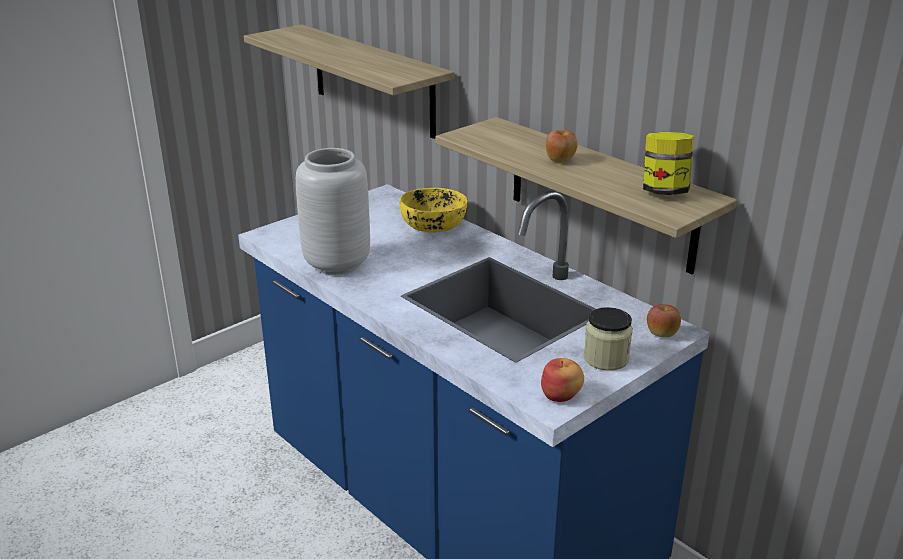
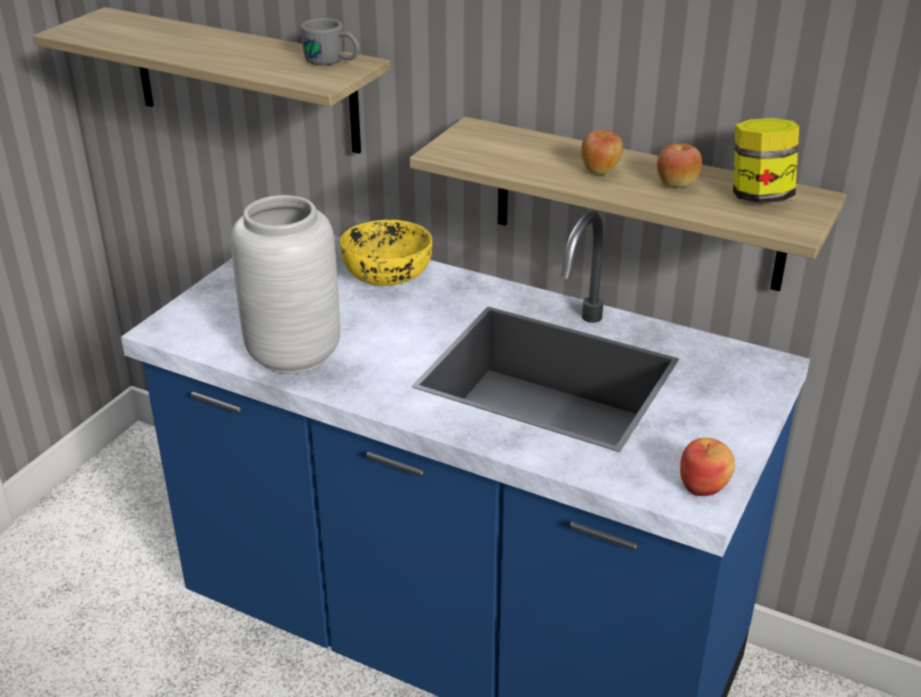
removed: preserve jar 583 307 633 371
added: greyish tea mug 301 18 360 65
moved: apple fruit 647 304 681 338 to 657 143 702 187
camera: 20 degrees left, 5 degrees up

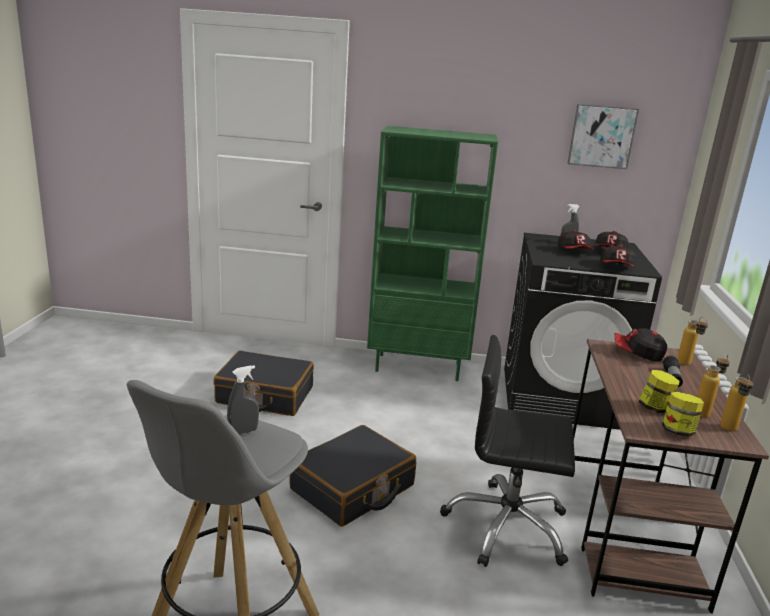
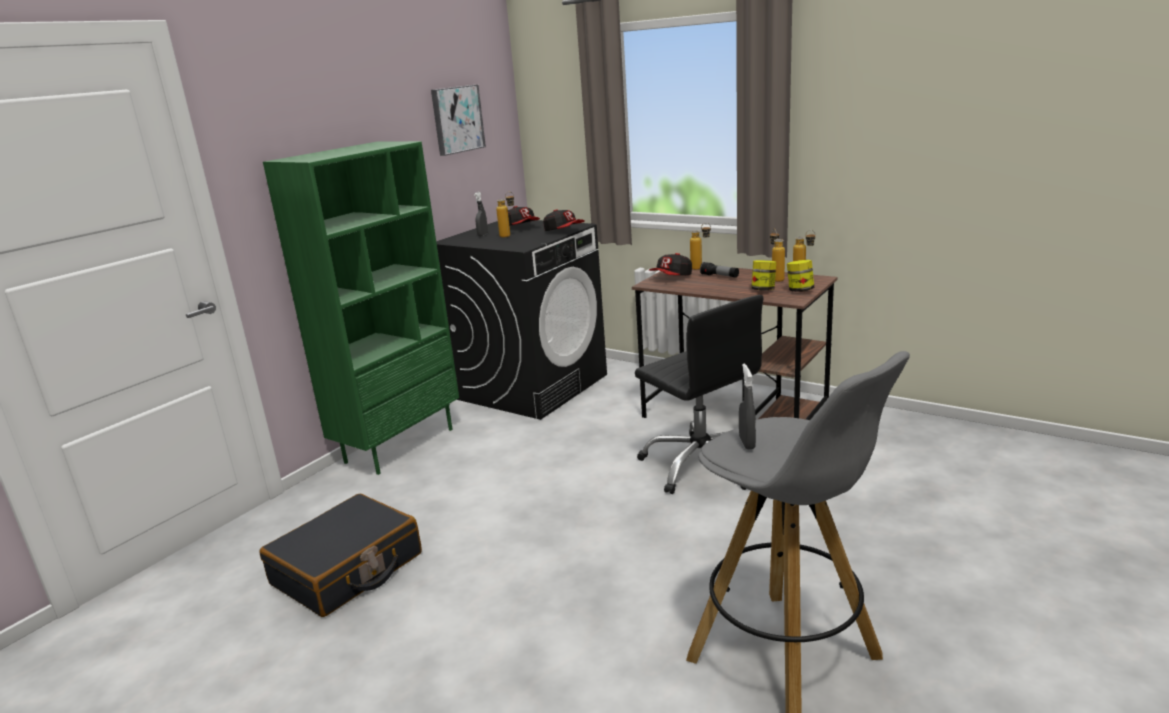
removed: black piece of luggage 289 425 416 527
replaced: baseball cap 558 230 594 250 to bottle 496 192 514 238
turned: black office chair 440 335 575 567 = 635 295 763 494 75 degrees counterclockwise
camera: 60 degrees left, 0 degrees up

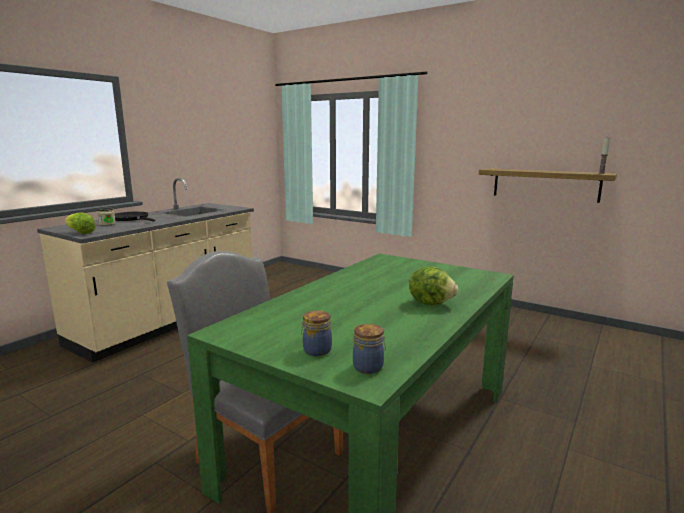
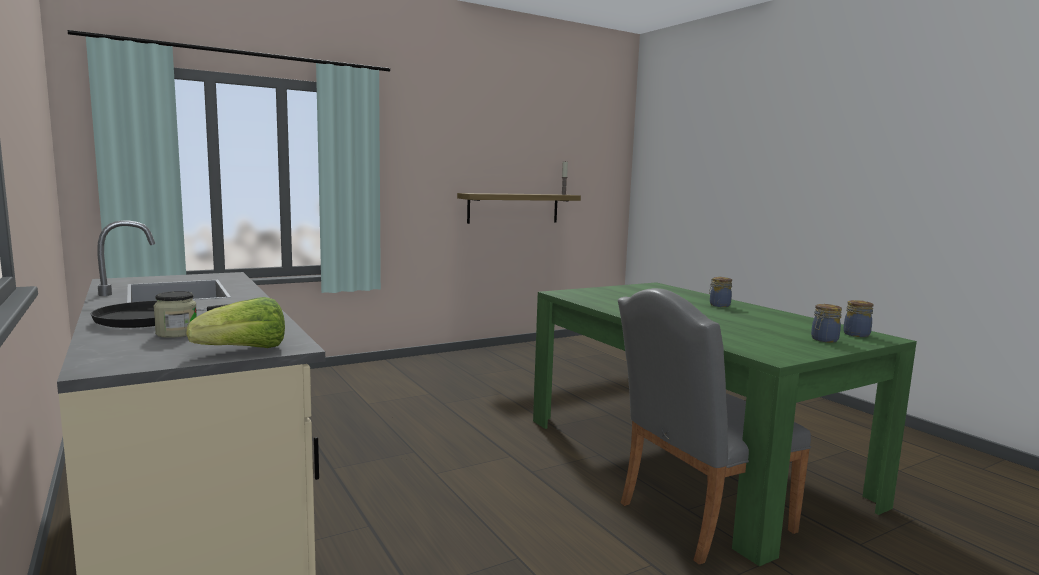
replaced: lettuce head 409 266 458 305 to preserve jar 709 277 732 307
camera: 65 degrees left, 5 degrees down

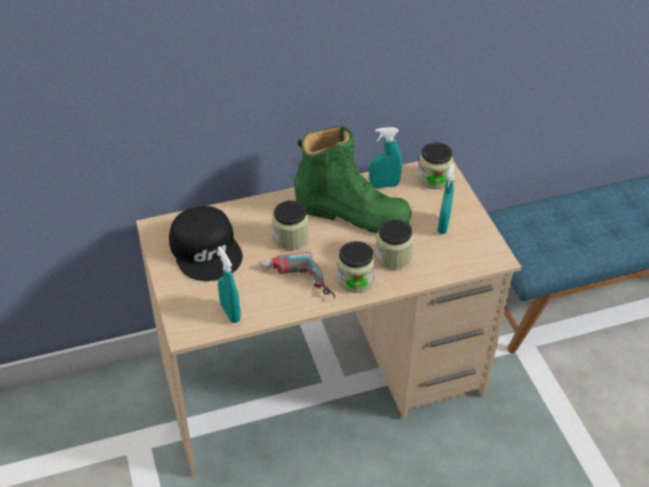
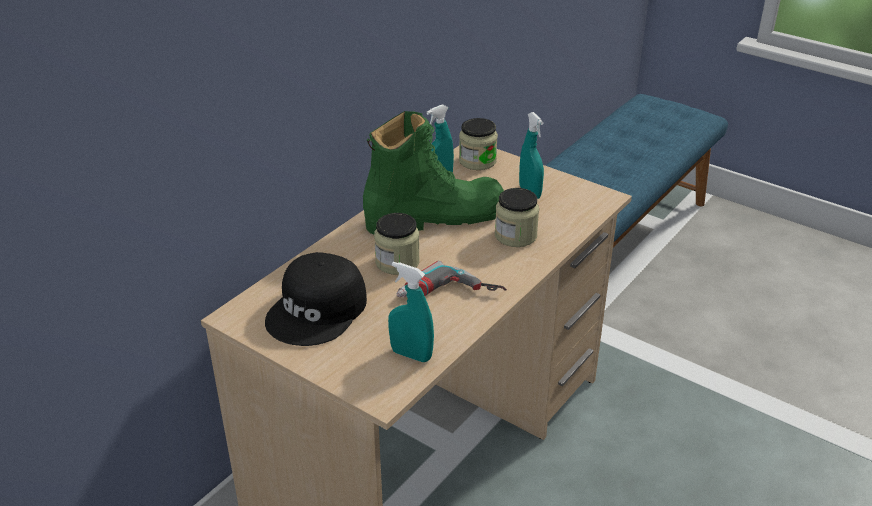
removed: preserve jar 337 241 375 293
turned: black baseball cap 169 206 243 281 = 265 252 367 346 90 degrees clockwise
camera: 35 degrees left, 10 degrees down

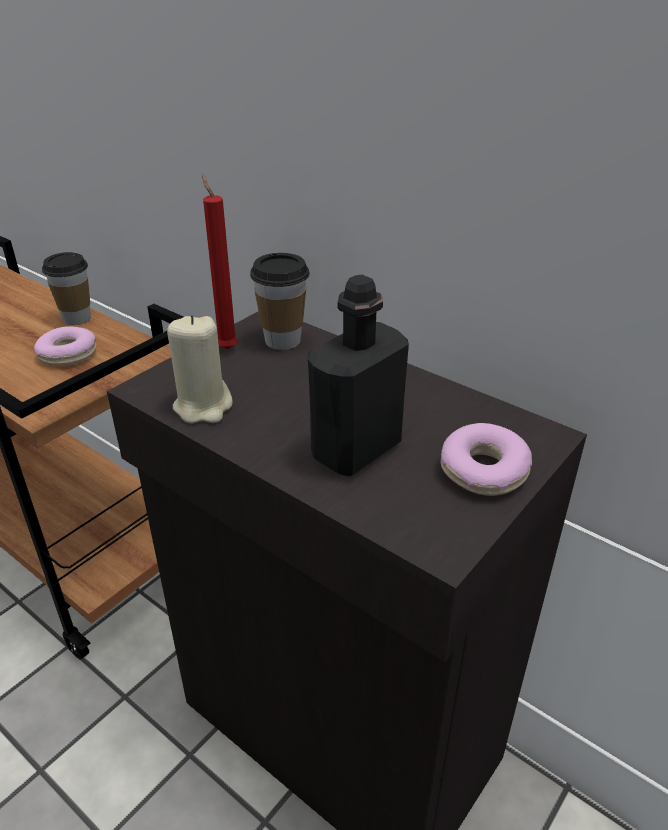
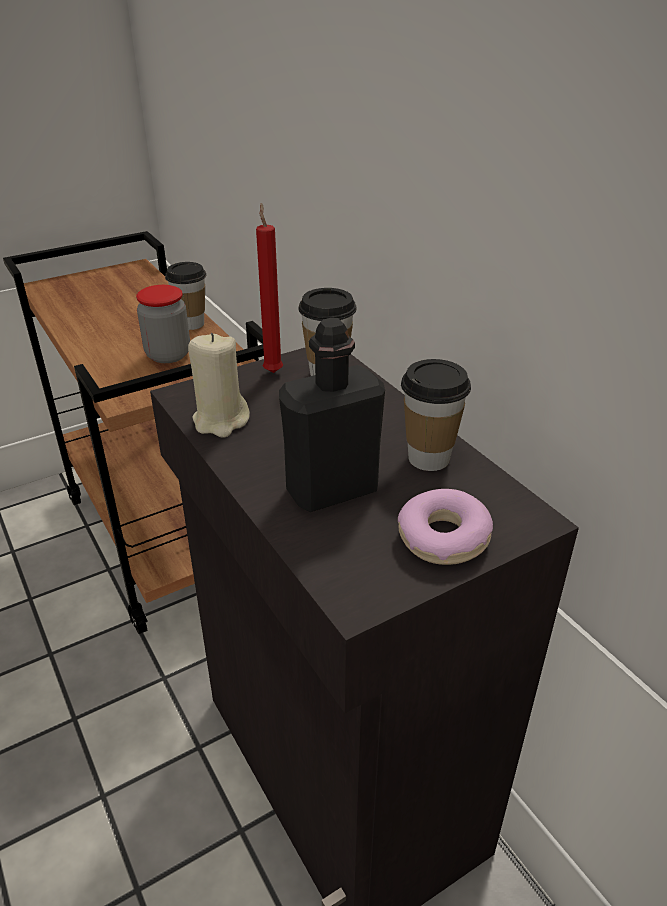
added: drinking cup 401 359 471 471
replaced: donut 34 326 96 366 to preserve jar 136 285 190 363
camera: 20 degrees right, 0 degrees up

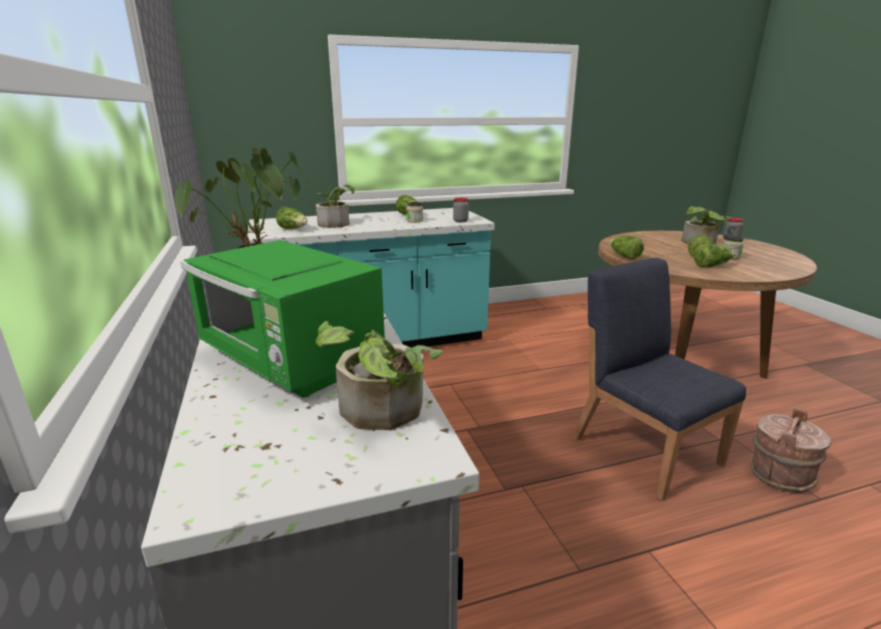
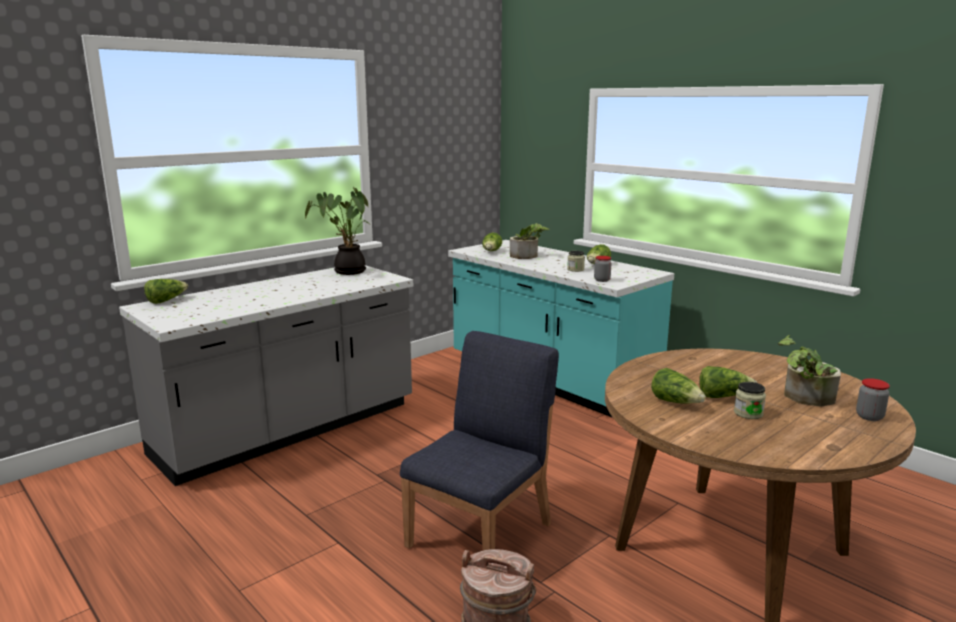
removed: greenish kitchen microwave 181 240 385 398; plant in a pot 316 321 442 430
moved: lettuce head 609 236 644 260 to 144 279 188 304
camera: 65 degrees right, 5 degrees down

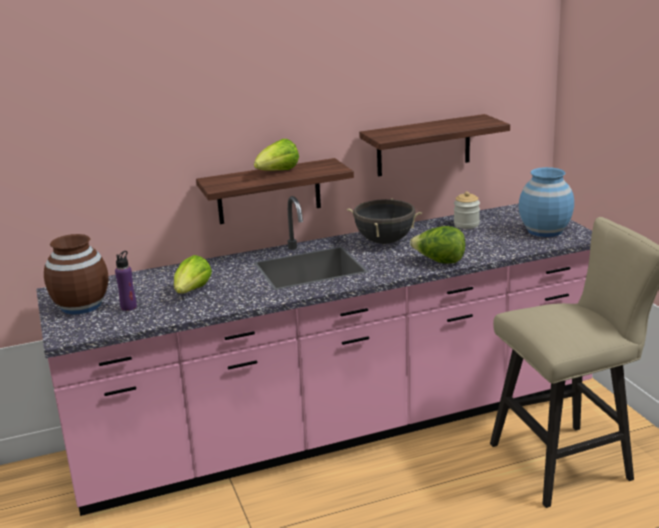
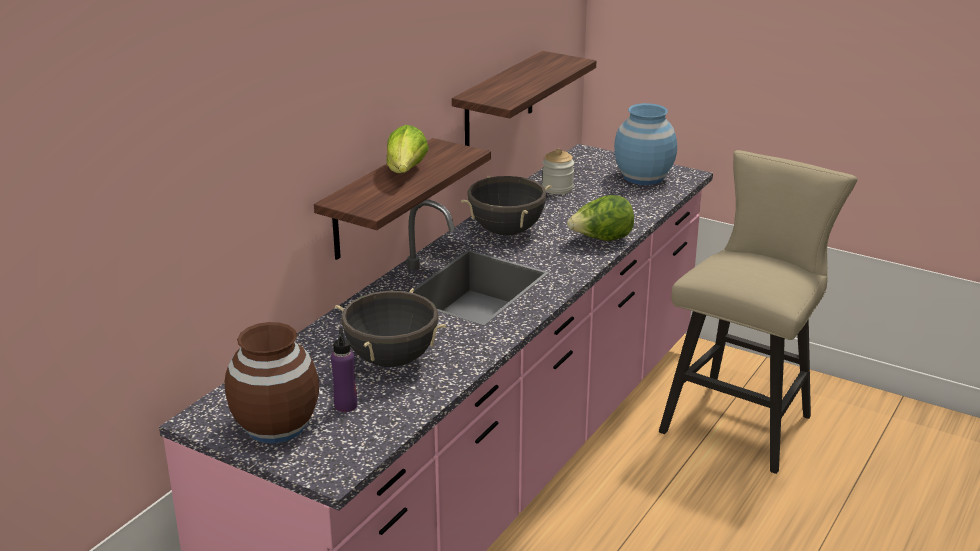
replaced: lettuce head 174 255 212 294 to black saucepot 335 288 447 367
camera: 40 degrees left, 5 degrees up

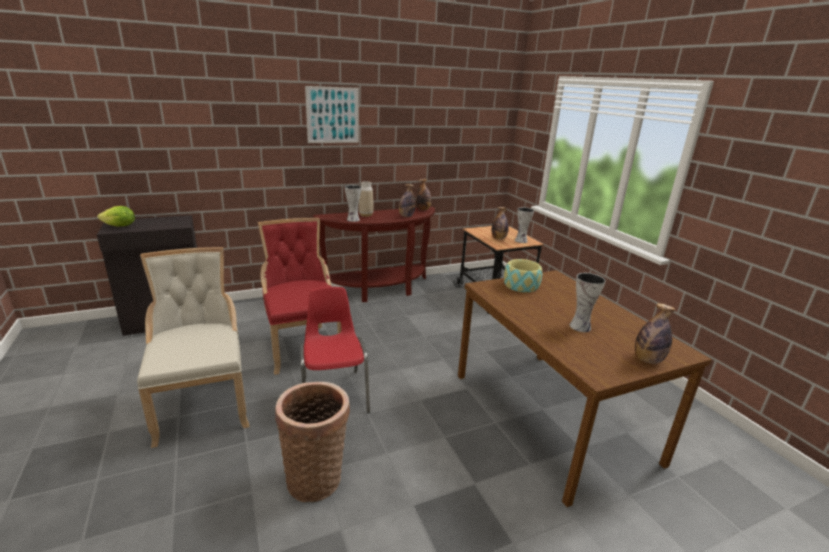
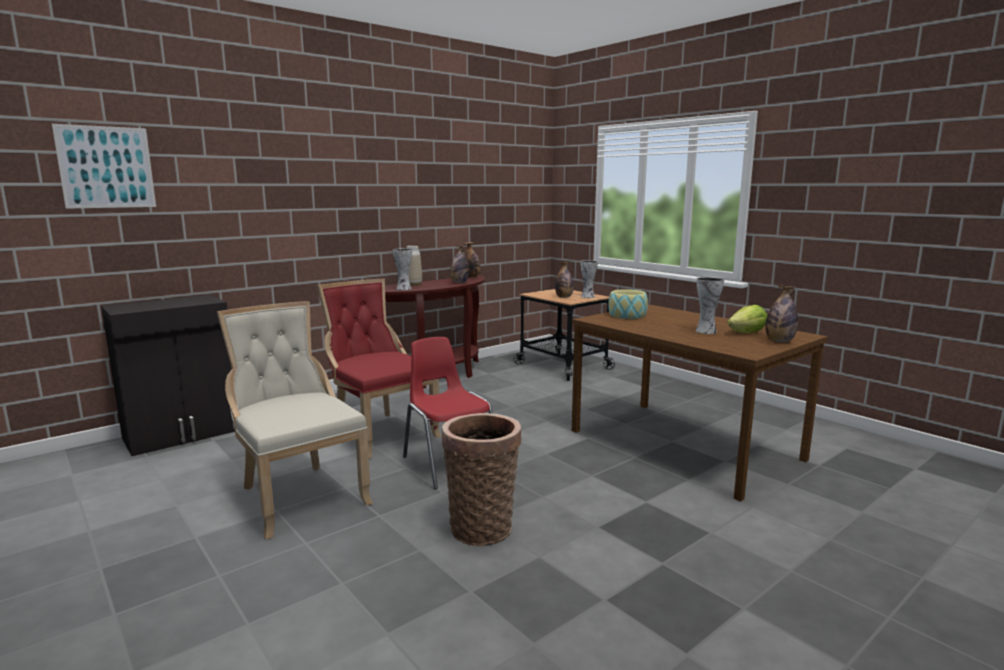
moved: lettuce head 97 206 135 227 to 727 305 767 333; wall art 305 86 359 143 to 52 124 156 209
camera: 15 degrees left, 10 degrees down

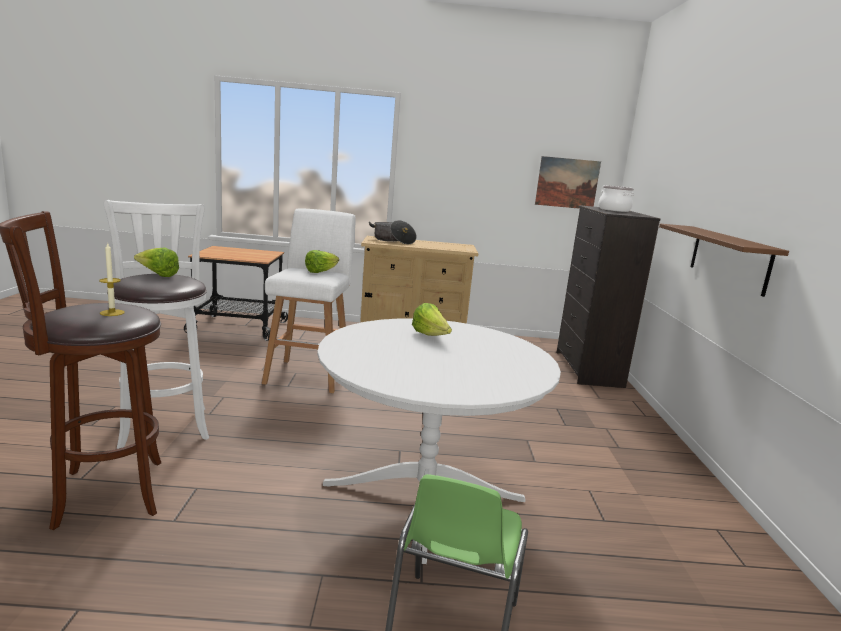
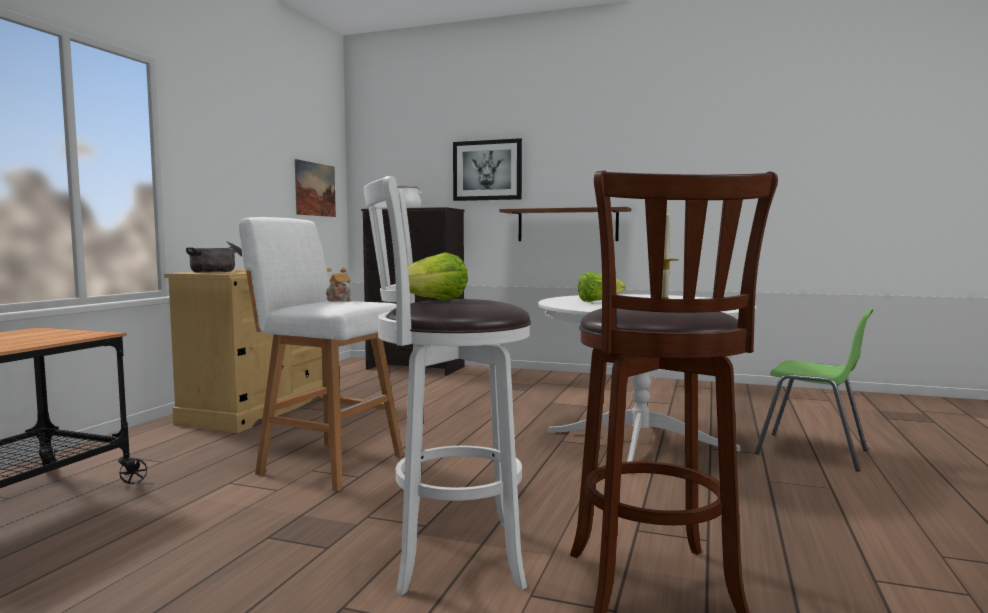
added: wall art 453 138 522 201
replaced: lettuce head 305 250 339 273 to teapot 326 267 351 302
camera: 70 degrees left, 10 degrees down

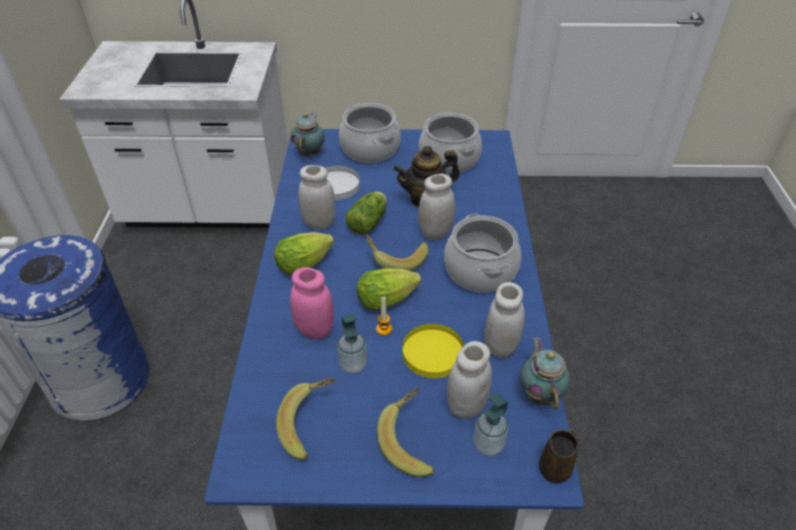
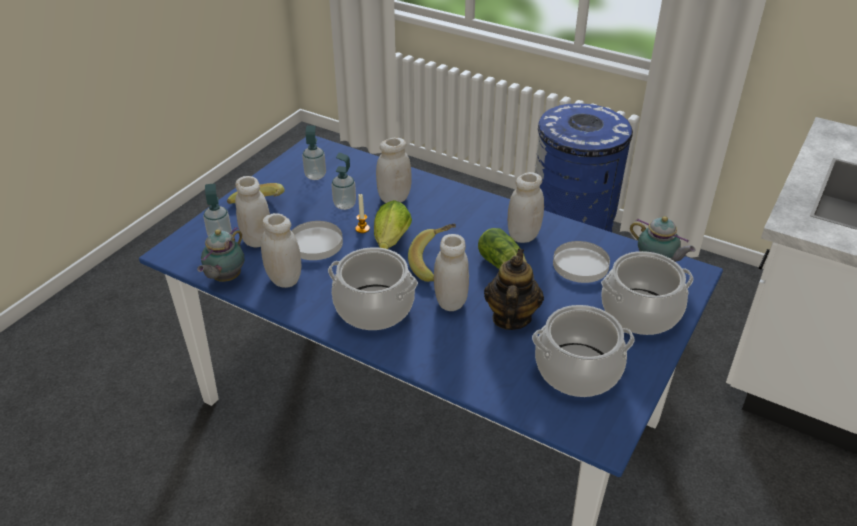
removed: lettuce head 274 232 334 274; brownish tea mug 539 430 578 483
replaced: whole banana 276 378 335 460 to soap bottle 302 125 326 180
recoloured: pink-coloured preserve jar 290 267 334 339 to white-coloured preserve jar 376 138 412 203; yellow-coloured plate 402 324 464 378 to white-coloured plate 292 221 343 260
turned: teapot 520 337 570 410 = 197 227 244 282 90 degrees clockwise
camera: 120 degrees right, 5 degrees down

